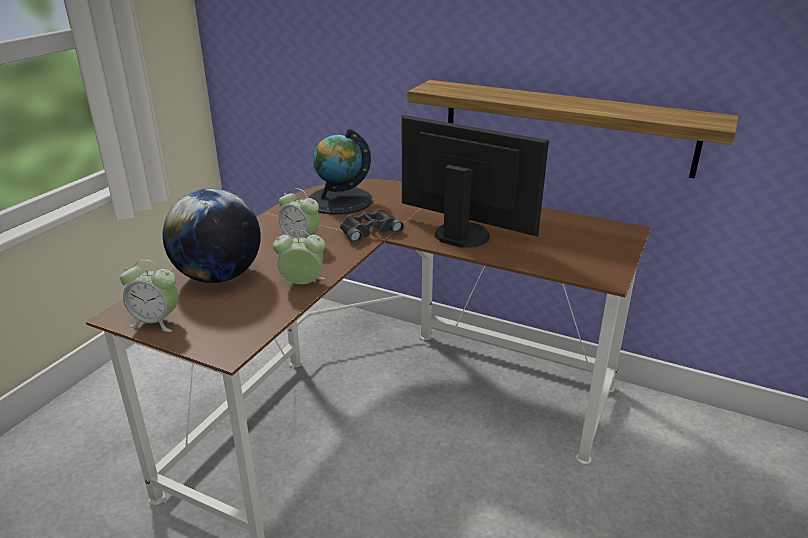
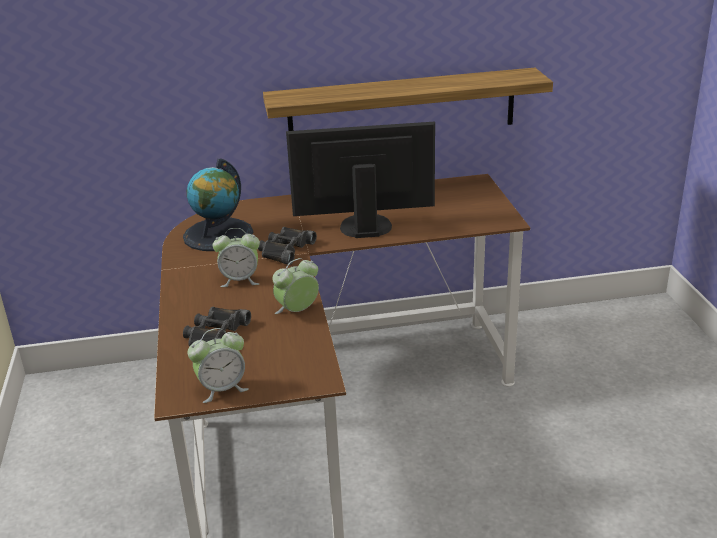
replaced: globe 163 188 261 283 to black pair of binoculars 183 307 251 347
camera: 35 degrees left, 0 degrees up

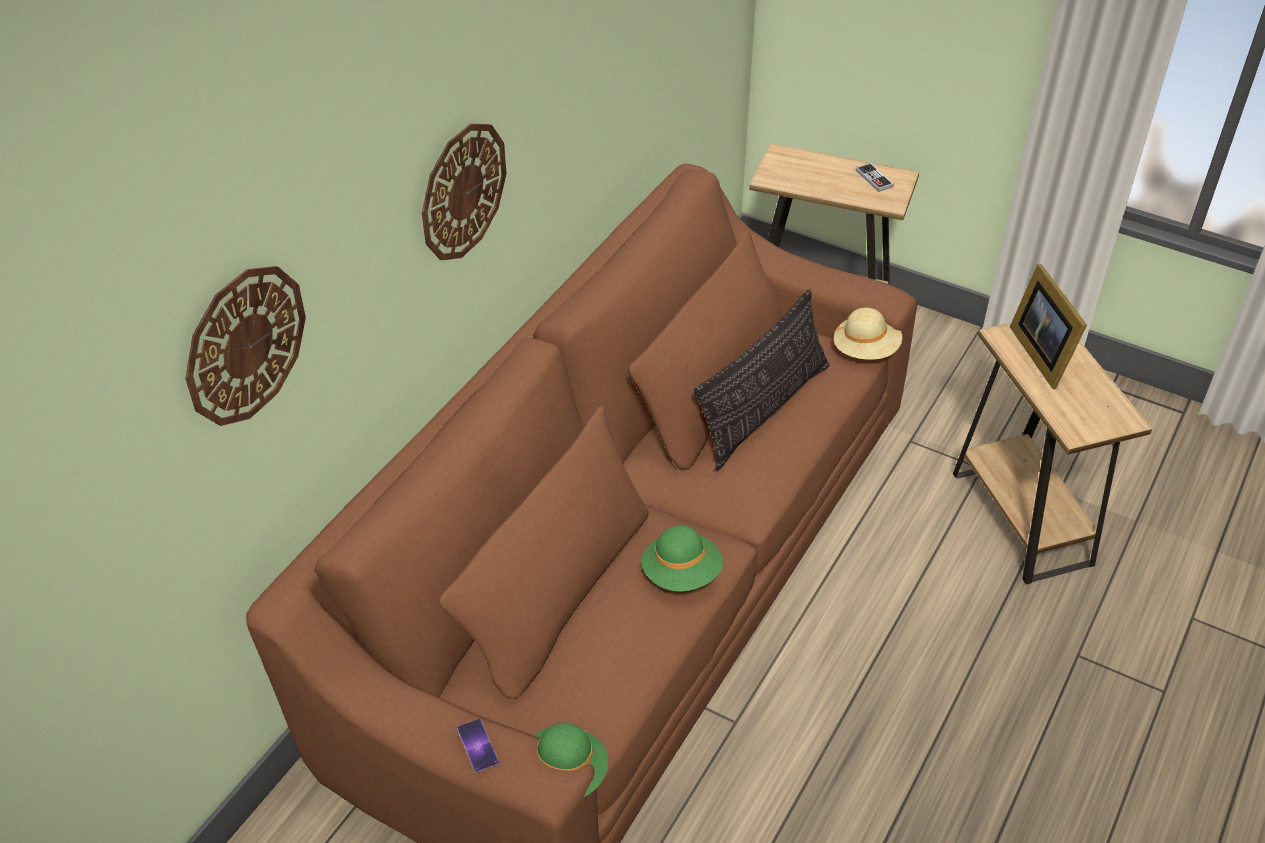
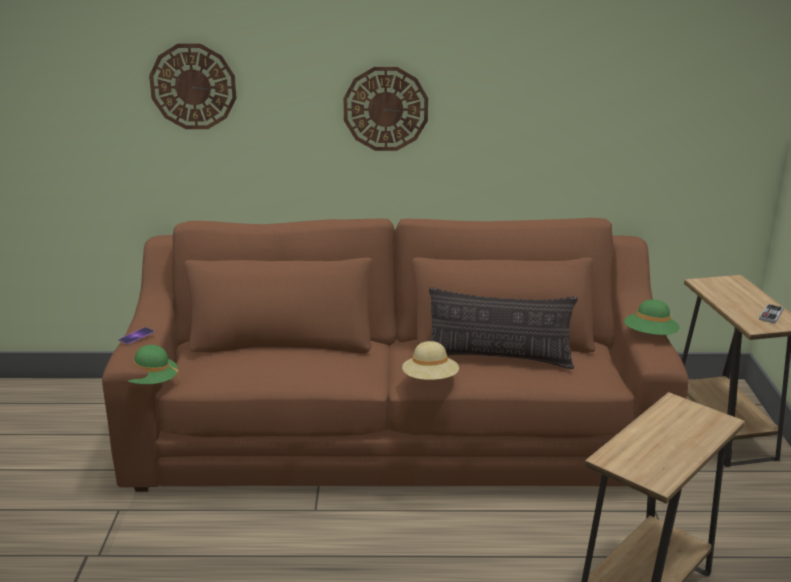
removed: picture frame 1010 263 1087 389
moved: greenish clothing hat 641 525 723 592 to 624 299 680 335; beige-coloured clothing hat 833 308 902 360 to 402 341 459 380
camera: 60 degrees right, 20 degrees down

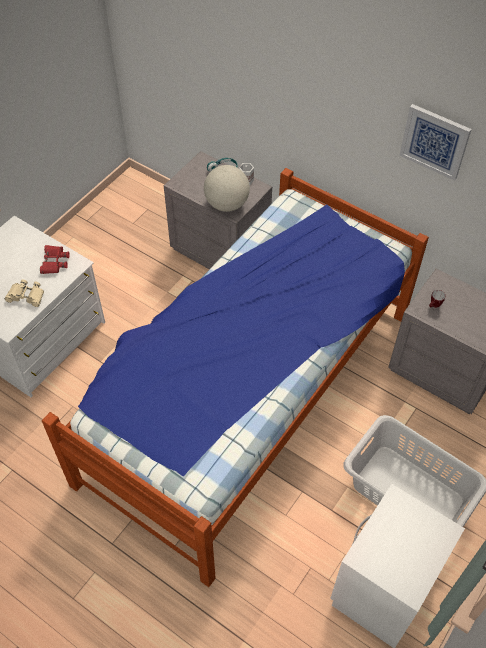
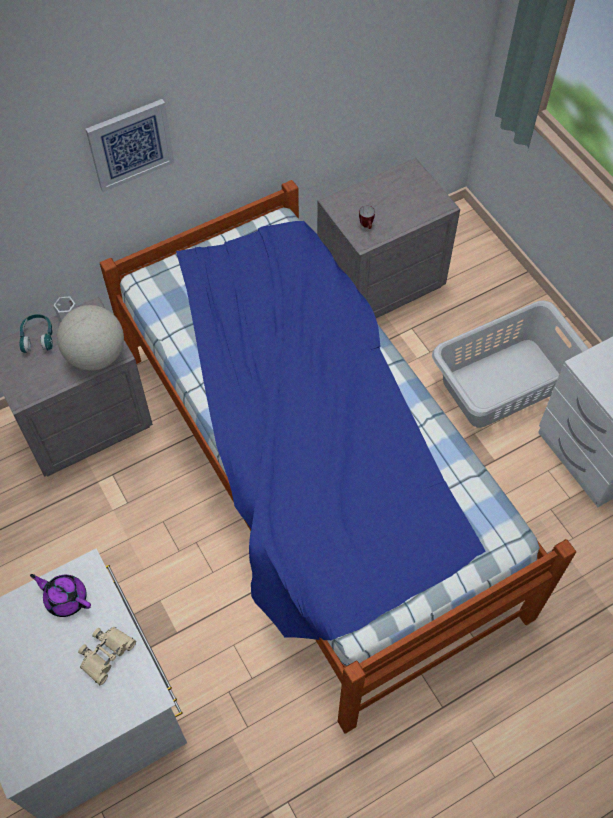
moved: wall art 399 104 472 181 to 86 99 174 192
replaced: red pair of binoculars 40 245 70 274 to purplish teapot 30 574 91 617
camera: 65 degrees left, 5 degrees up

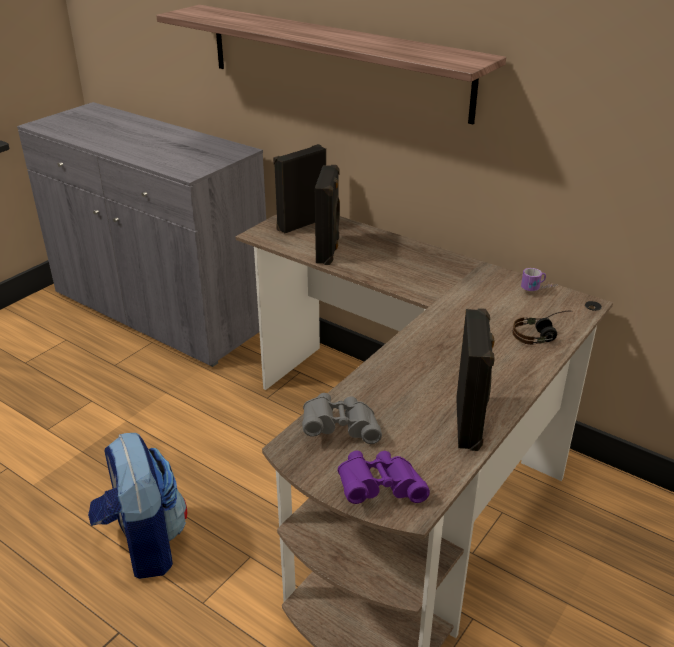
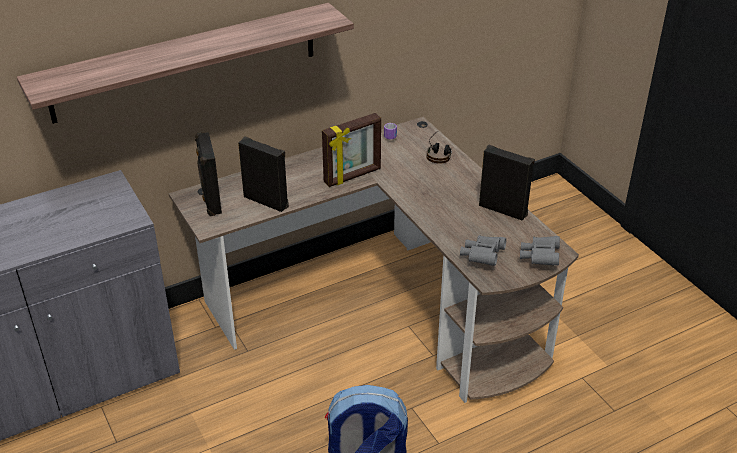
added: picture frame 322 113 381 187
recoloured: purplish pair of binoculars 338 451 430 504 to greyish pair of binoculars 520 236 560 266
camera: 65 degrees left, 5 degrees up

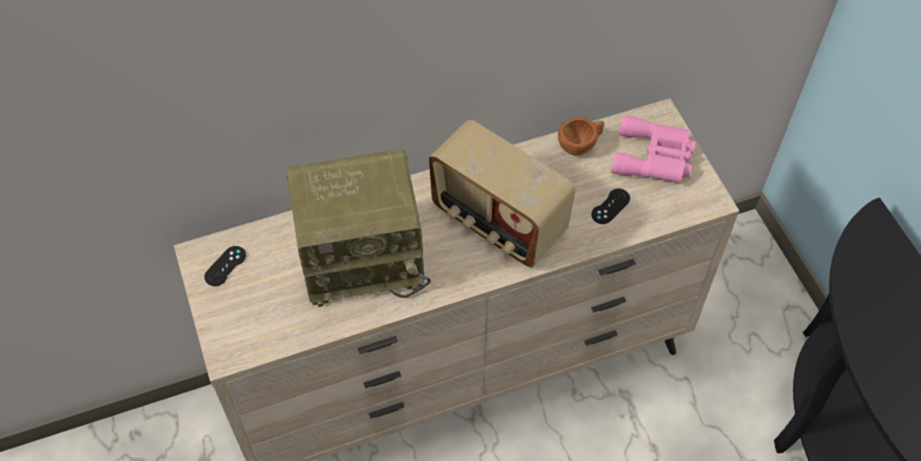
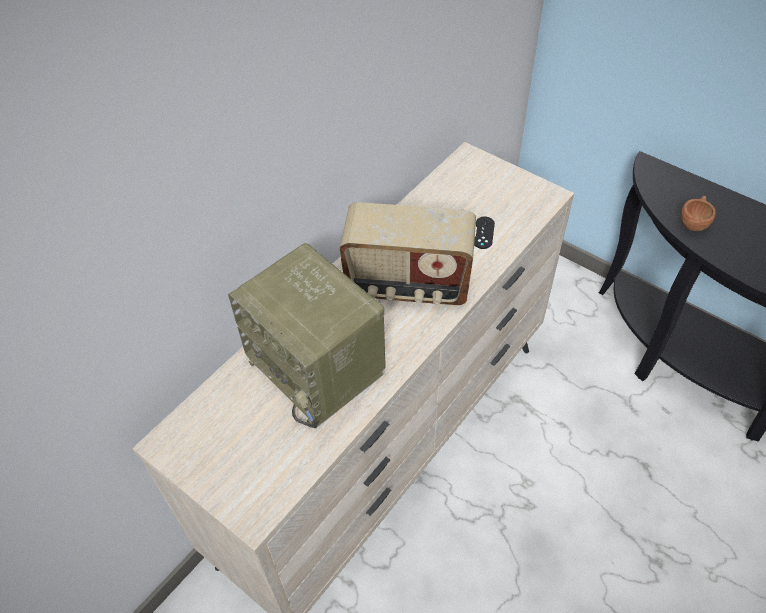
removed: black game controller 204 246 246 286; pink-coloured pair of binoculars 611 115 696 183
moved: brownish drinking cup 558 117 604 155 to 681 196 716 231
turned: radio set 287 149 431 307 = 228 243 386 428 90 degrees clockwise
camera: 30 degrees left, 5 degrees down

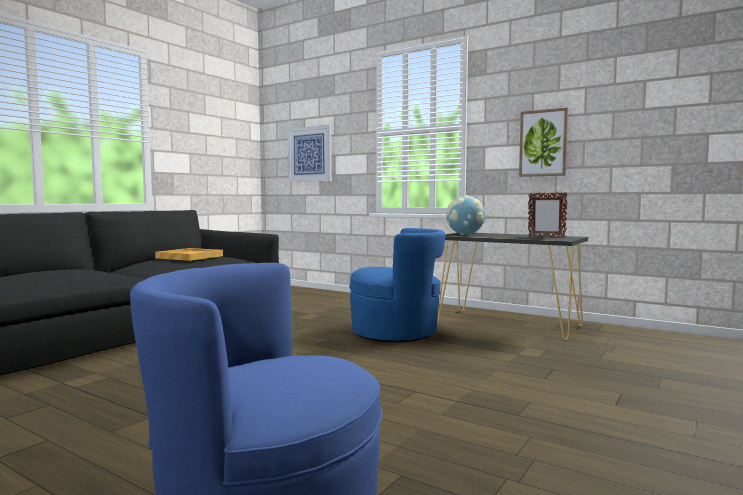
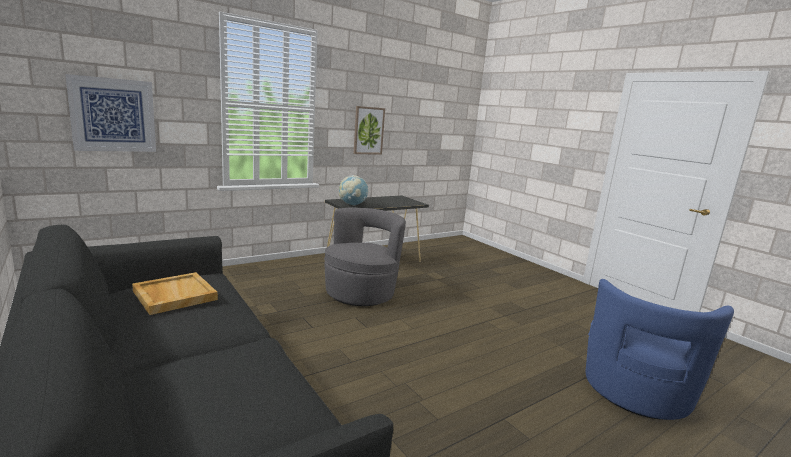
removed: picture frame 528 192 568 239
recoloured: bluish lounge chair 349 228 445 342 to greyish lounge chair 324 207 406 306
camera: 70 degrees left, 10 degrees up

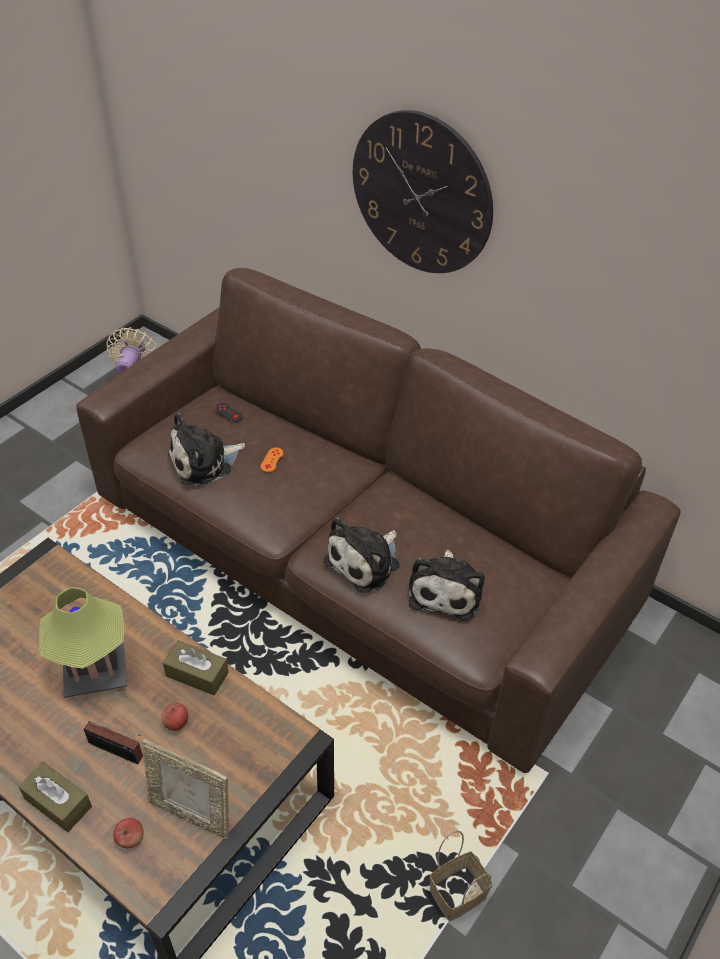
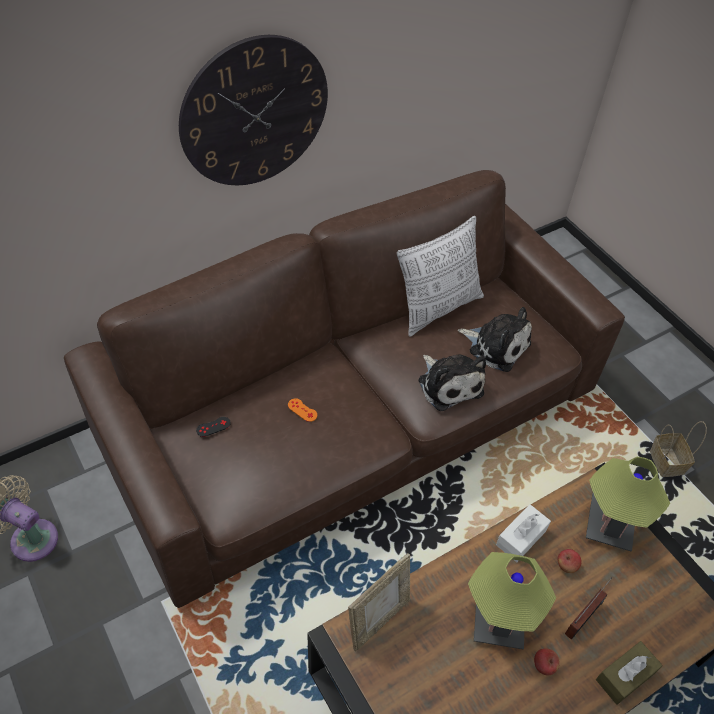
removed: plush toy 168 413 245 486
added: cushion 397 216 484 337; table lamp 586 457 670 552
moved: apple fruit 113 818 144 848 to 534 648 560 676; picture frame 142 739 229 840 to 348 553 410 652
recoloured: brownish tissue holder 163 640 229 695 to white-coloured tissue holder 496 504 551 562
camera: 70 degrees left, 5 degrees up

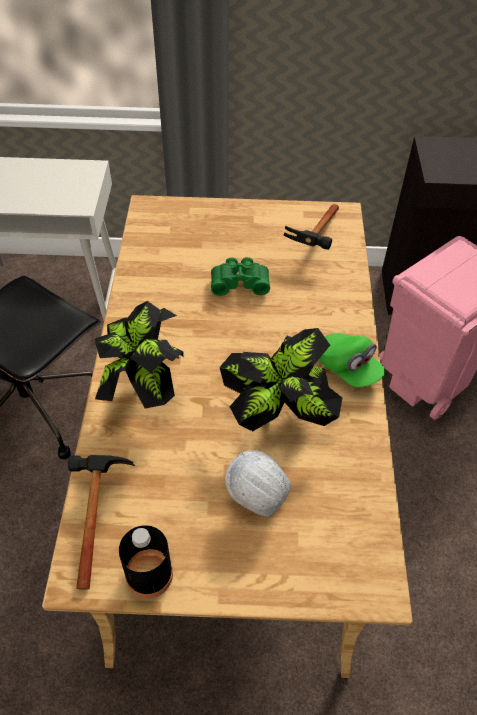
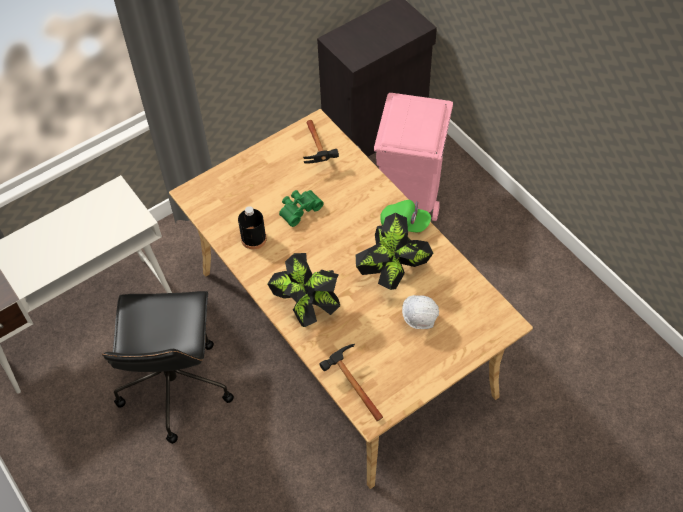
moved: black bottle 119 525 173 598 to 238 206 267 250
camera: 35 degrees left, 5 degrees up

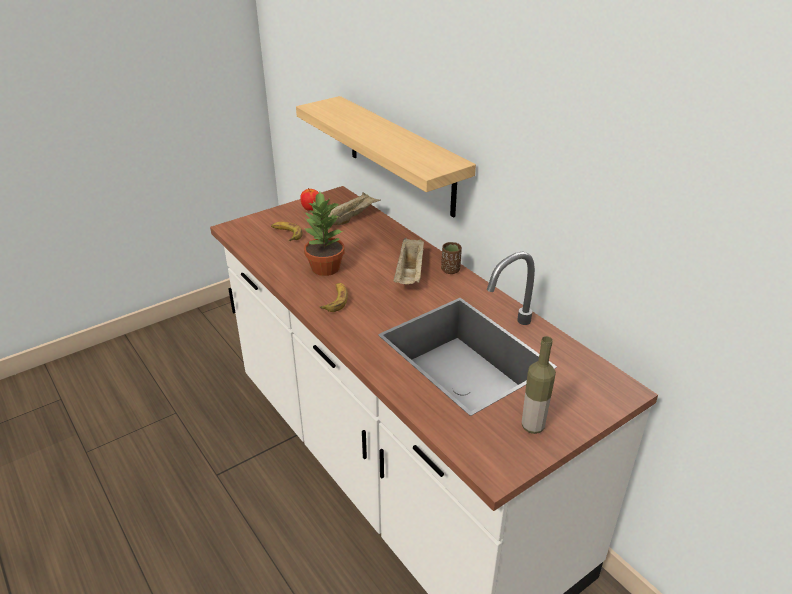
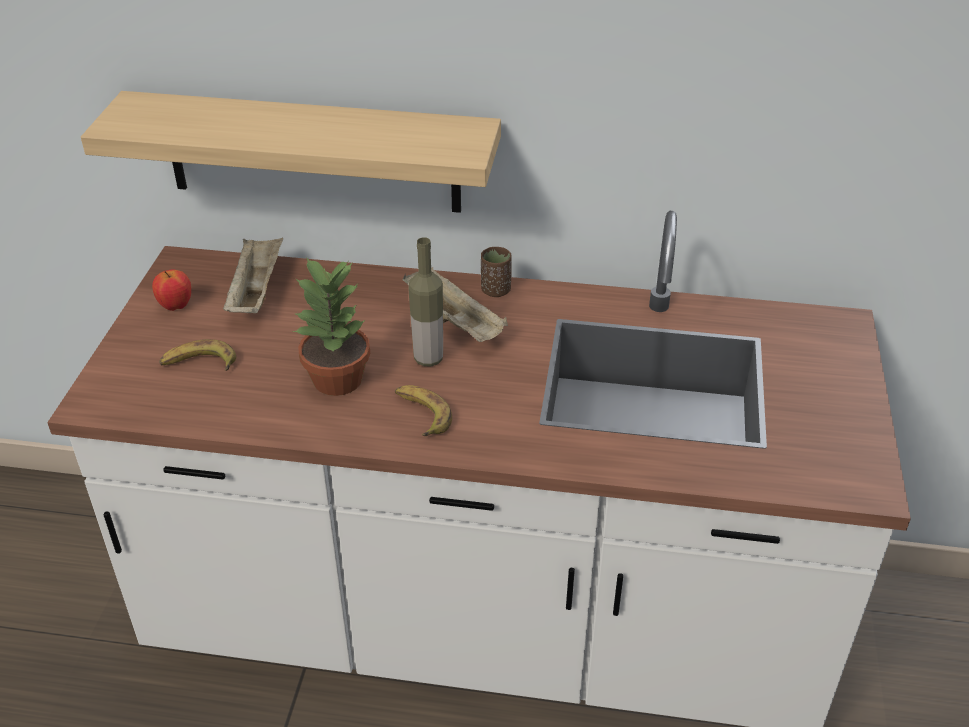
moved: bottle 522 336 556 434 to 408 237 443 366
camera: 45 degrees left, 5 degrees up

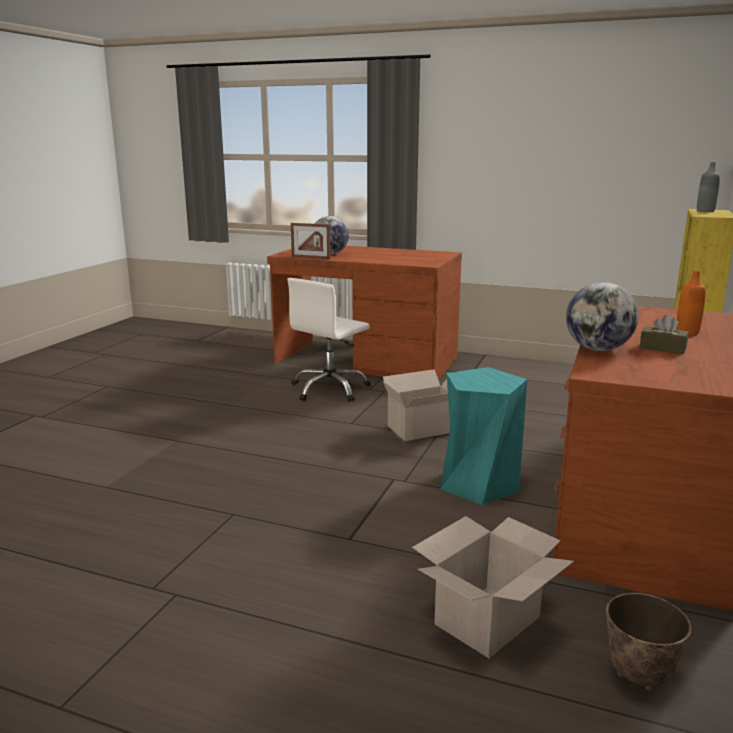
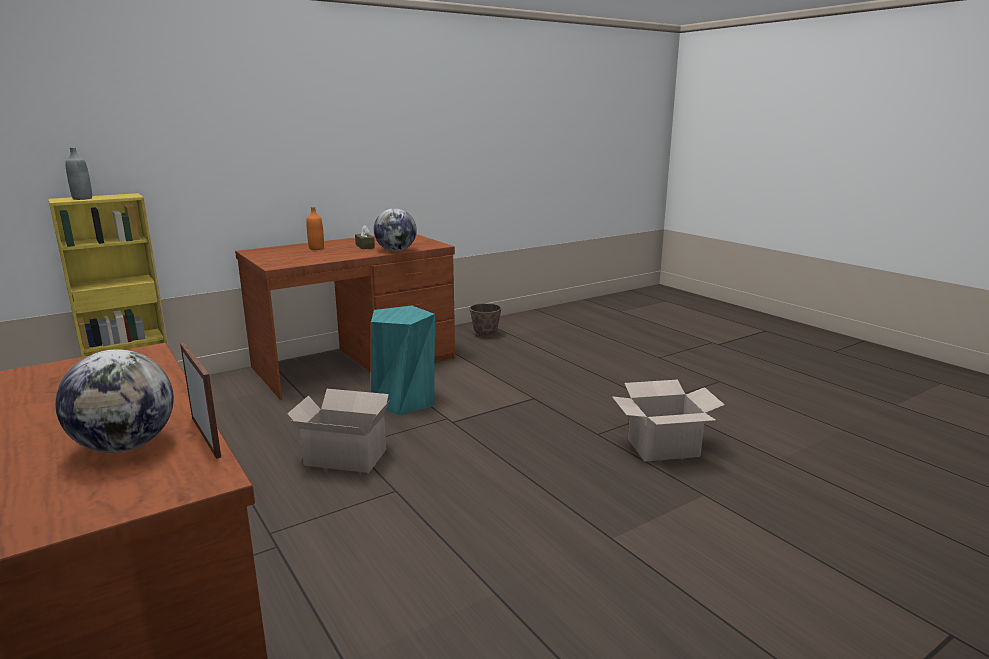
removed: white-coloured office chair 288 278 371 402
moved: cardboard box 412 516 574 658 to 612 380 725 462
camera: 145 degrees left, 0 degrees up

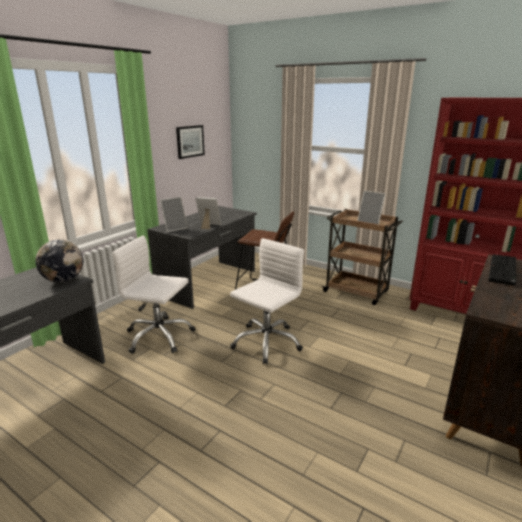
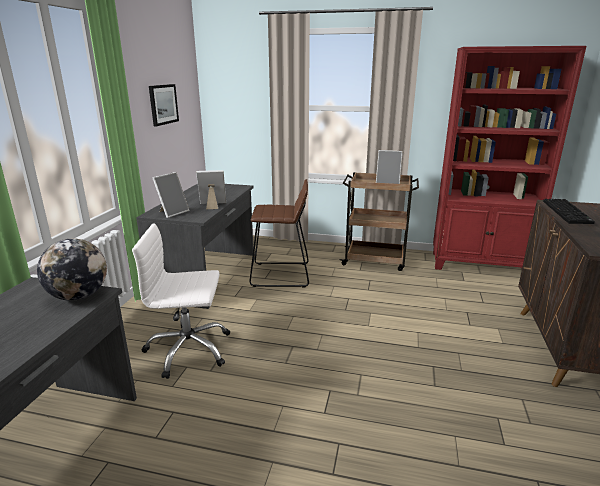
removed: white-coloured office chair 230 238 304 365
camera: 20 degrees left, 0 degrees up

